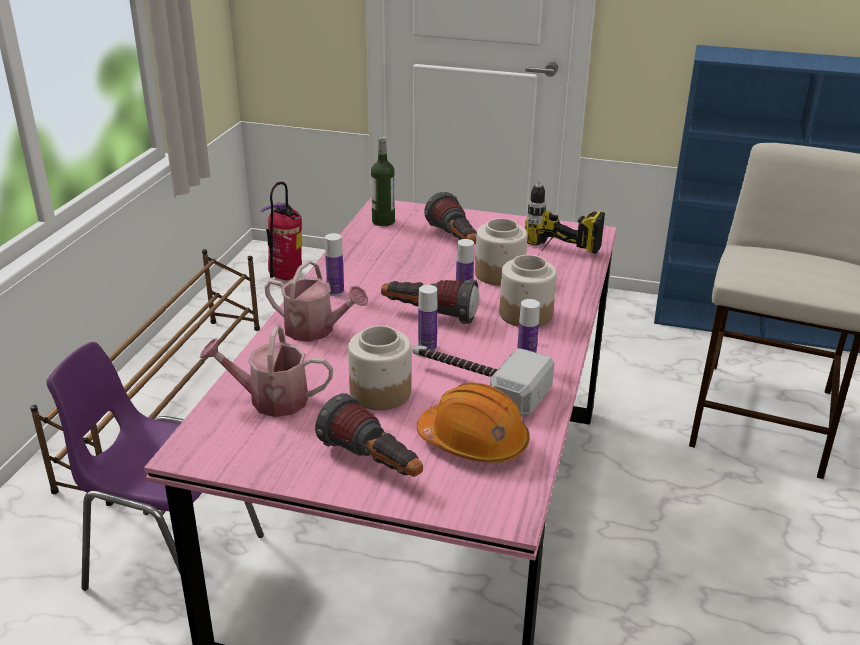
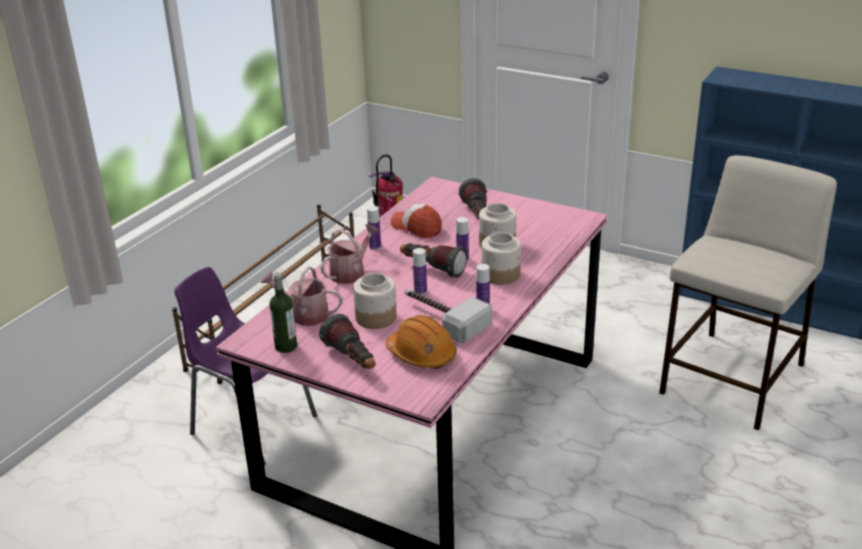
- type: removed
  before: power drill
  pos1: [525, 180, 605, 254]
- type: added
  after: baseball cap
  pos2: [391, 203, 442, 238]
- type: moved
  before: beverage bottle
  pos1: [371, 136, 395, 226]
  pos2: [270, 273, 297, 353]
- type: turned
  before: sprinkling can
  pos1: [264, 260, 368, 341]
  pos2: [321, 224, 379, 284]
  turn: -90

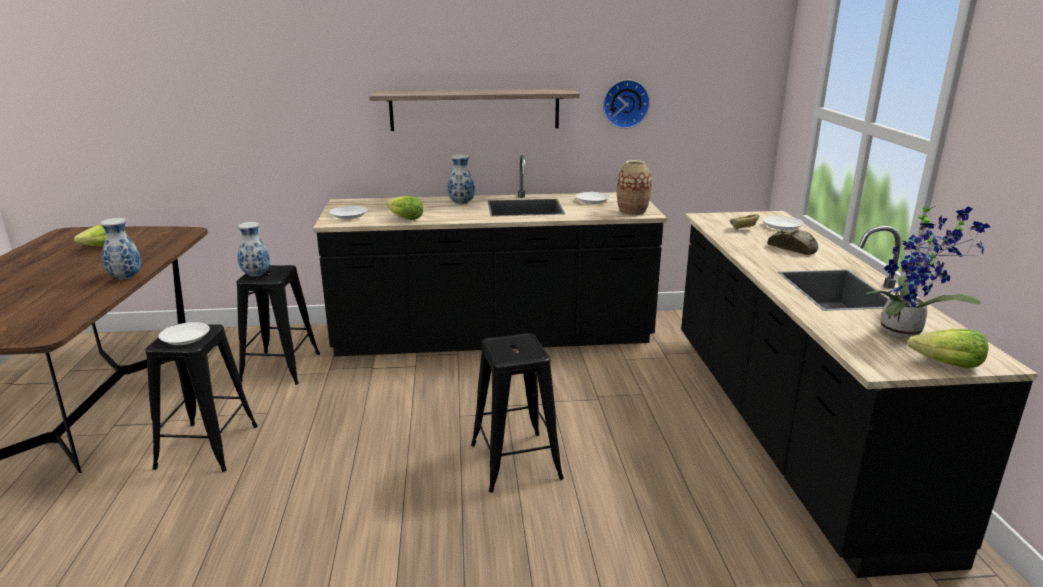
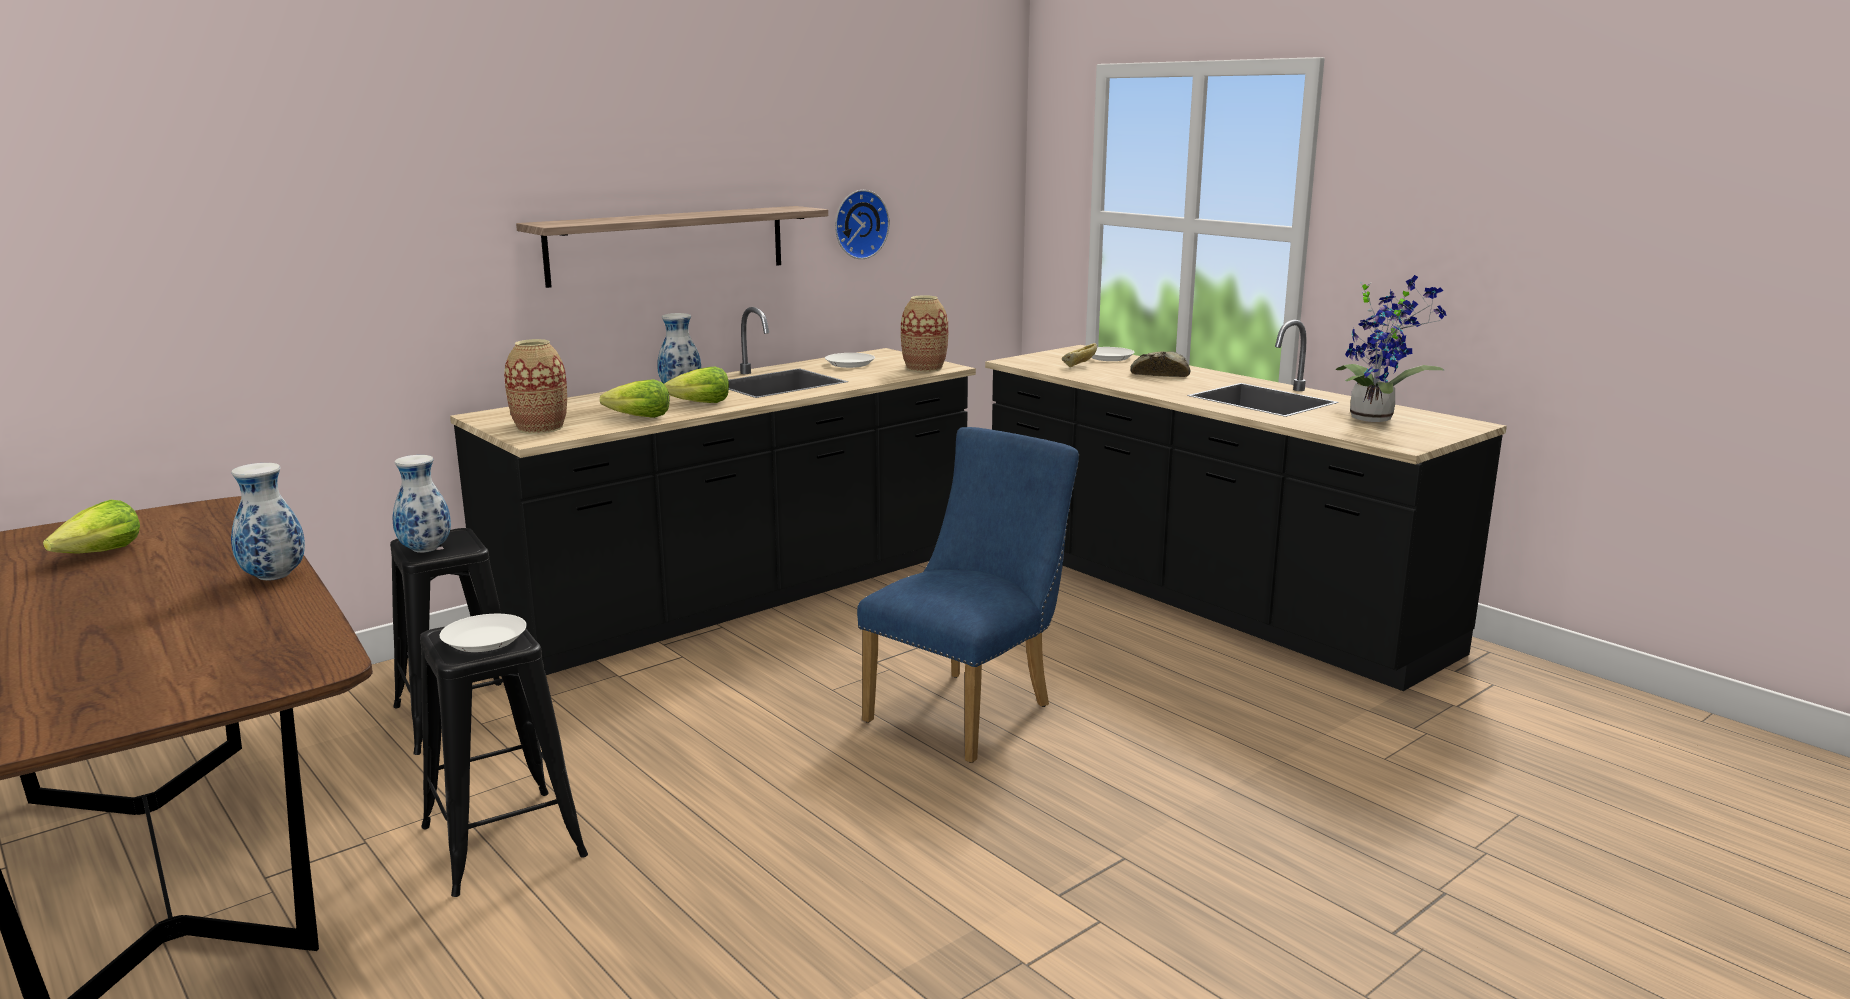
- type: moved
  before: head of lettuce
  pos1: [908, 329, 989, 368]
  pos2: [664, 367, 729, 403]
- type: replaced
  before: flat dish (white)
  after: decorative vase
  pos1: [330, 206, 367, 219]
  pos2: [504, 339, 567, 434]
- type: replaced
  before: stool (black-coloured)
  after: chair (bluish)
  pos1: [471, 333, 564, 493]
  pos2: [857, 427, 1079, 763]

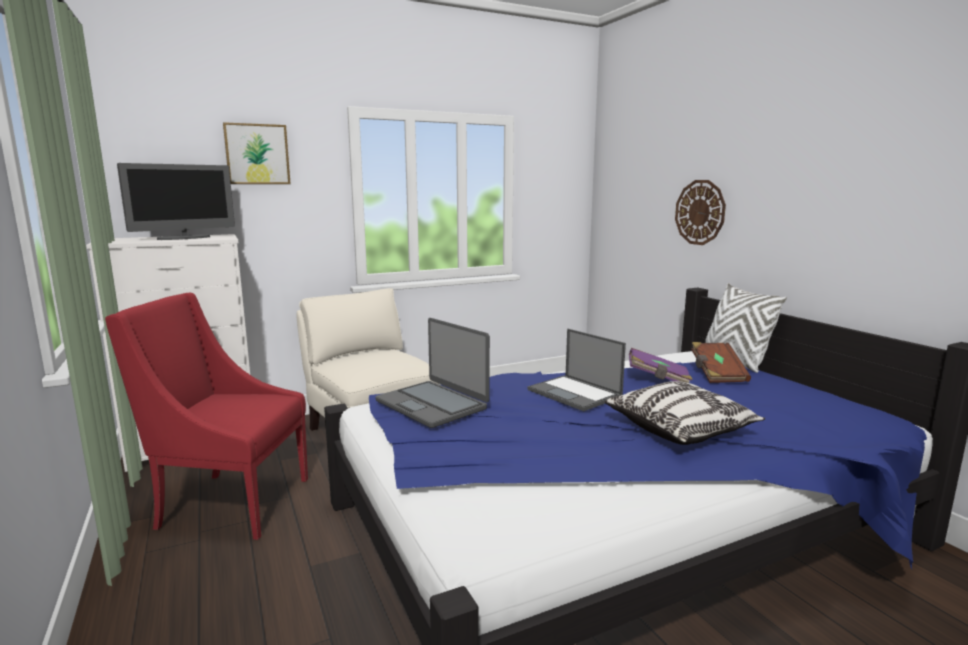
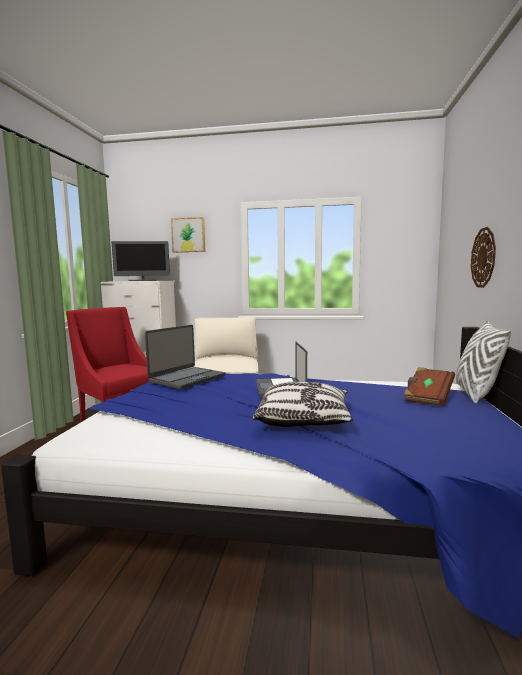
- type: removed
  before: bound book (purple-coloured)
  pos1: [629, 348, 692, 383]
- type: turned
  before: notebook computer
  pos1: [376, 318, 490, 428]
  pos2: [145, 325, 225, 389]
  turn: -135

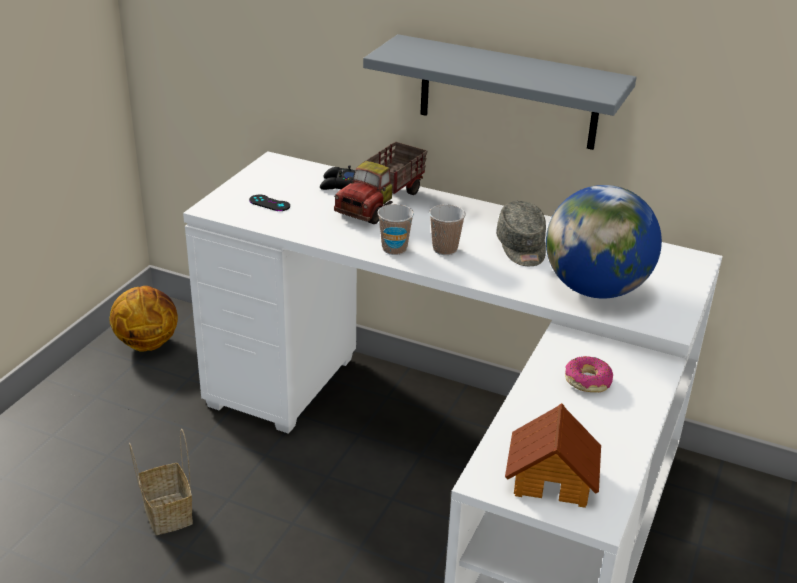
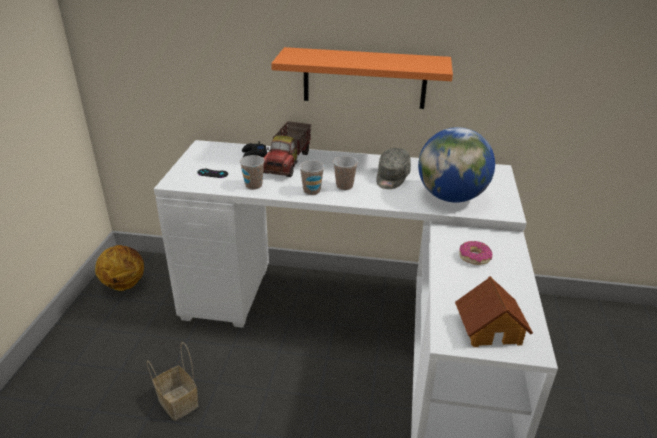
- type: added
  after: drinking cup
  pos2: [240, 155, 265, 190]
- type: recoloured
  before: bracket shelf (gray)
  after: bracket shelf (orange-coloured)
  pos1: [363, 34, 636, 150]
  pos2: [271, 47, 453, 109]
- type: turned
  before: baseball cap (gray)
  pos1: [496, 201, 546, 266]
  pos2: [376, 148, 411, 189]
  turn: 45

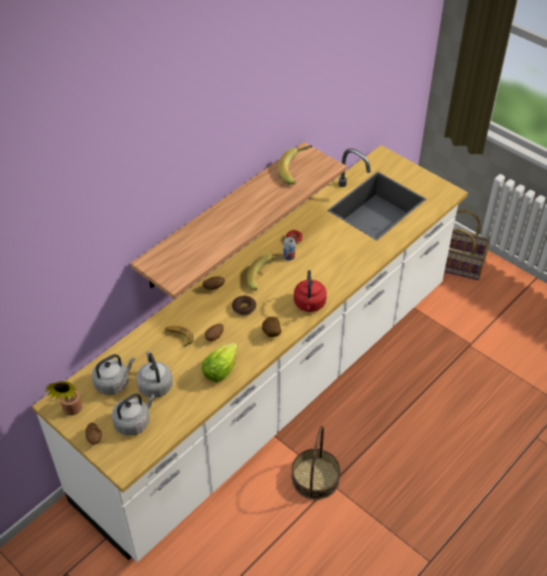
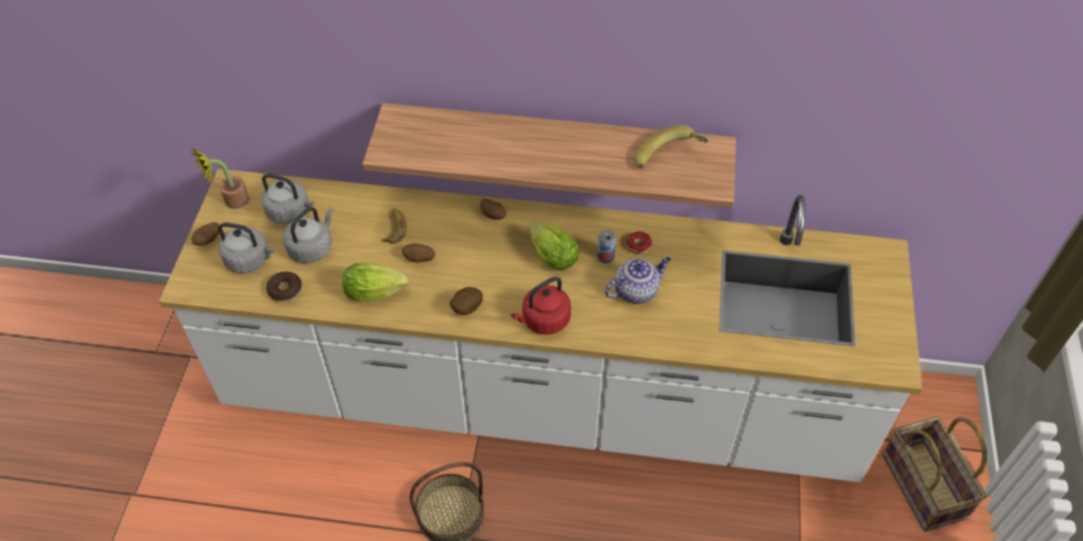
- type: added
  after: teapot
  pos2: [605, 257, 671, 304]
- type: moved
  before: ring doughnut
  pos1: [232, 295, 256, 316]
  pos2: [266, 272, 302, 302]
- type: replaced
  before: banana fruit
  after: head of lettuce
  pos1: [247, 254, 286, 291]
  pos2: [528, 221, 579, 270]

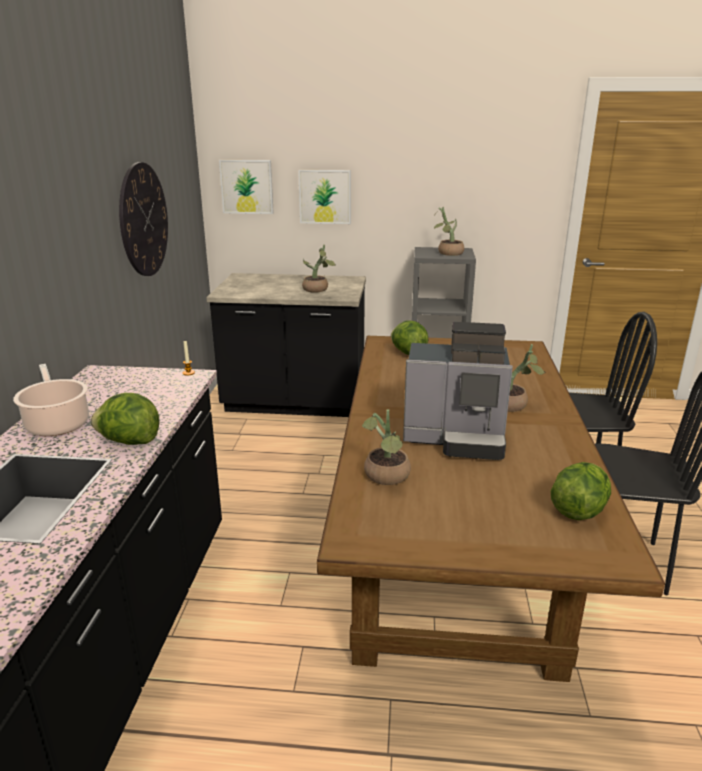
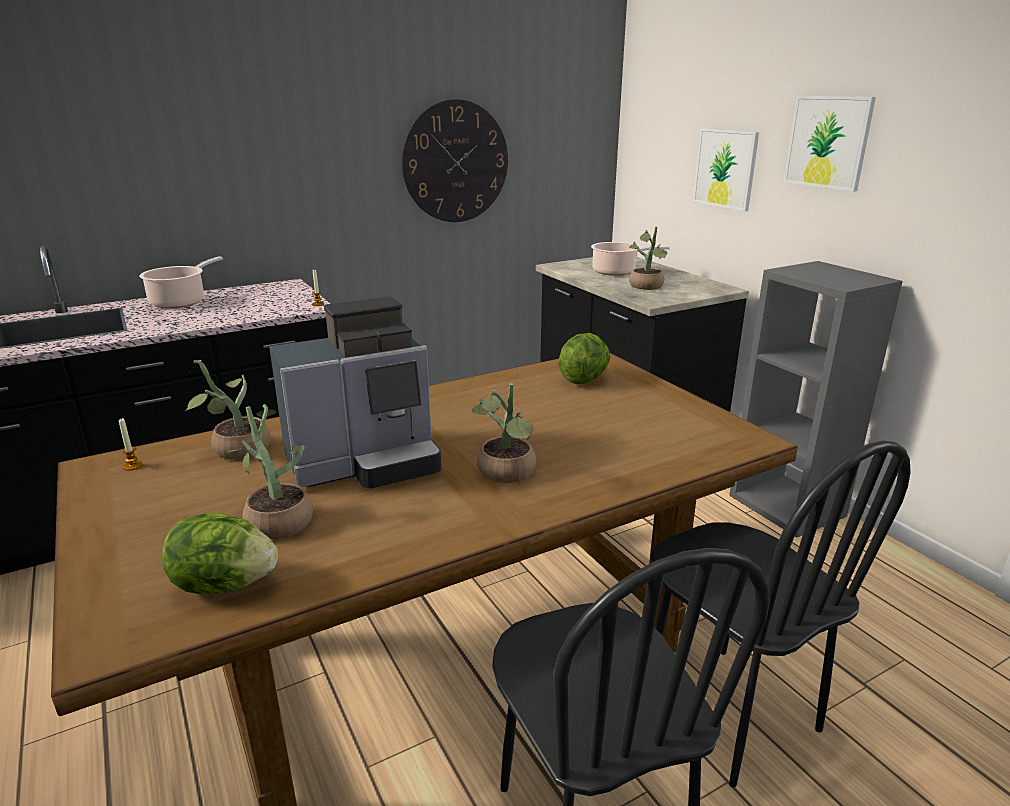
- type: removed
  before: head of lettuce
  pos1: [91, 393, 159, 445]
- type: added
  after: wax candle
  pos2: [119, 418, 143, 471]
- type: added
  after: cooking pot
  pos2: [591, 242, 670, 276]
- type: moved
  before: wall art
  pos1: [219, 160, 274, 214]
  pos2: [784, 96, 876, 192]
- type: moved
  before: houseplant
  pos1: [434, 207, 464, 256]
  pos2: [228, 404, 314, 539]
- type: turned
  before: coffee maker
  pos1: [403, 322, 513, 460]
  pos2: [269, 297, 441, 489]
  turn: -90

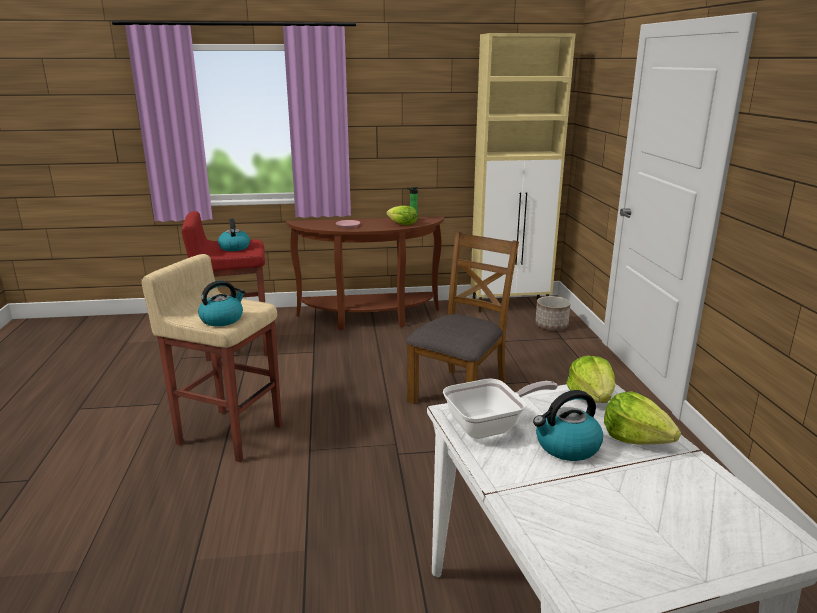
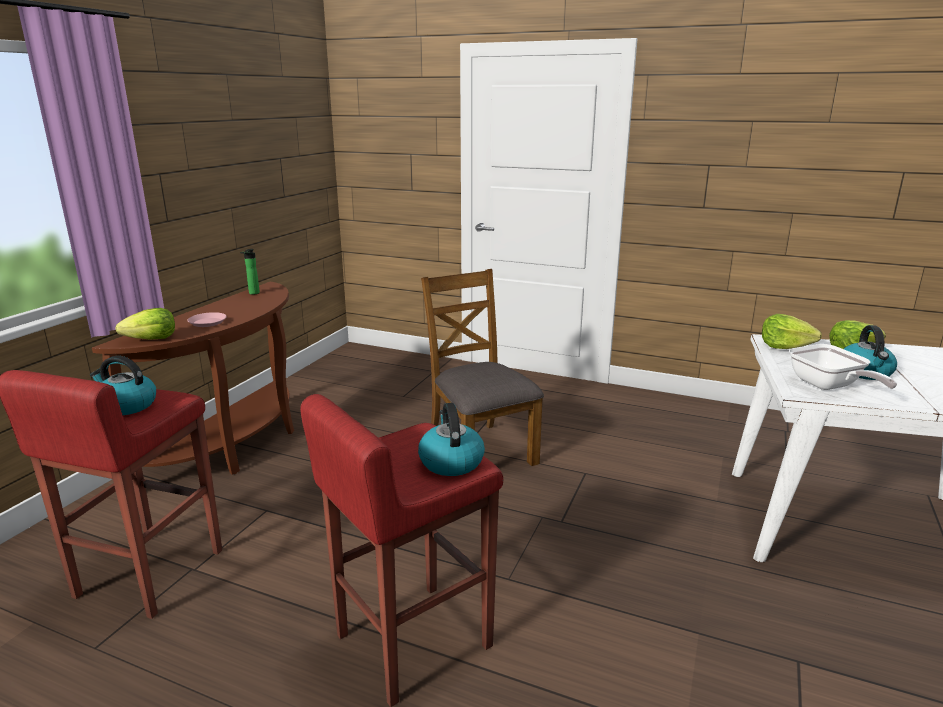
- type: removed
  before: storage cabinet (sand-coloured)
  pos1: [471, 33, 576, 313]
- type: removed
  before: plant pot
  pos1: [535, 296, 571, 330]
- type: moved
  before: head of lettuce
  pos1: [386, 206, 417, 226]
  pos2: [116, 308, 175, 340]
- type: recoloured
  before: stool (sand-coloured)
  after: stool (red)
  pos1: [141, 254, 282, 462]
  pos2: [300, 394, 503, 707]
- type: turned
  before: frying pan
  pos1: [443, 378, 558, 439]
  pos2: [789, 344, 897, 390]
  turn: 150

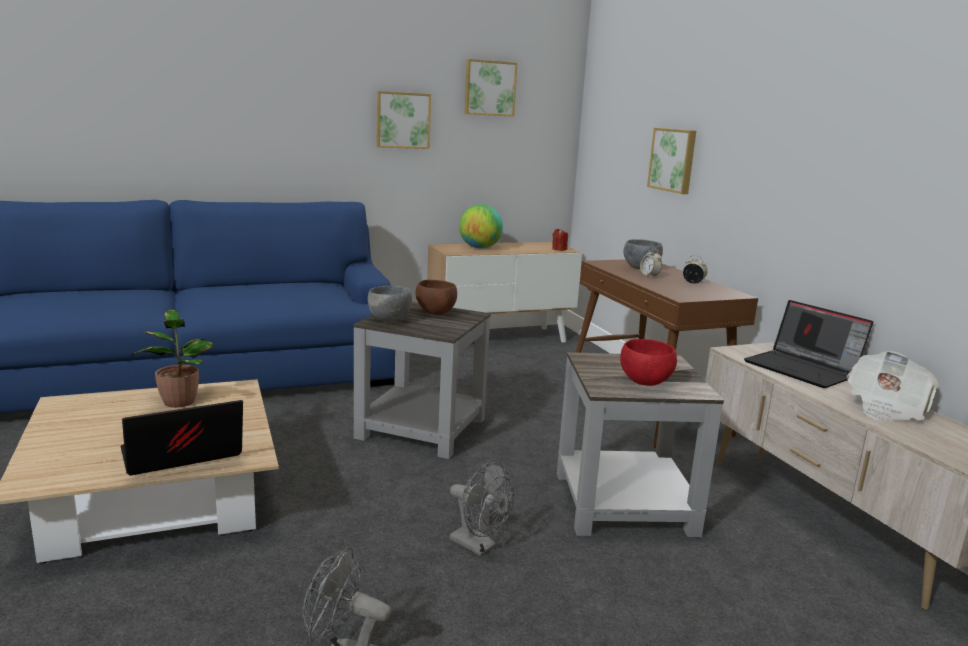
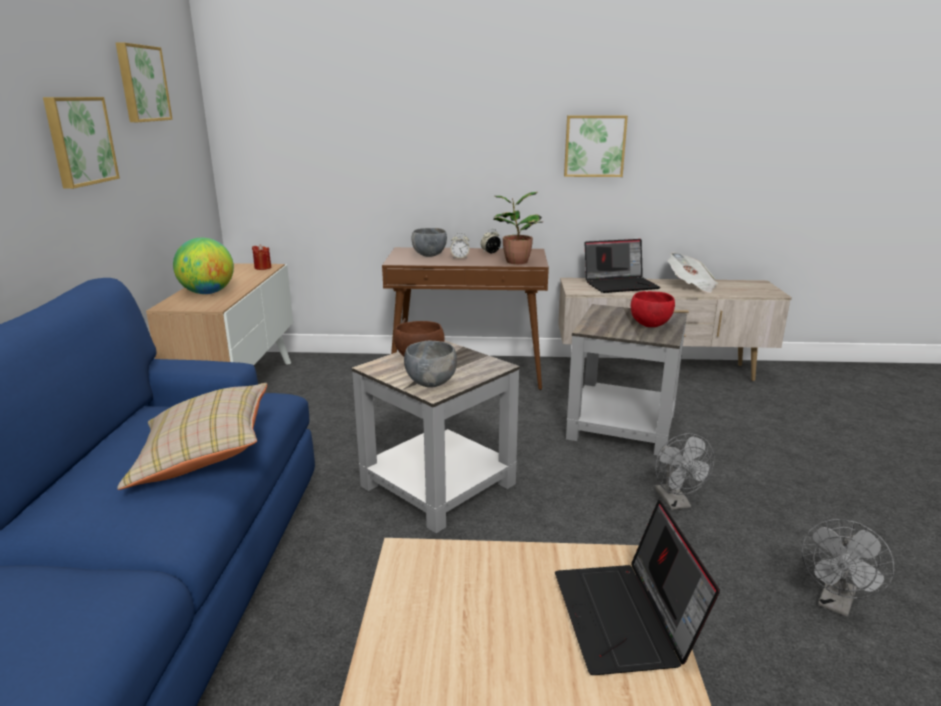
- type: added
  after: cushion (sand-coloured)
  pos2: [117, 383, 267, 490]
- type: moved
  before: houseplant
  pos1: [131, 309, 215, 408]
  pos2: [494, 192, 543, 264]
- type: moved
  before: wall art
  pos1: [647, 128, 696, 194]
  pos2: [564, 115, 628, 177]
- type: turned
  before: cooling fan (gray)
  pos1: [450, 462, 514, 556]
  pos2: [655, 433, 715, 510]
  turn: 105

